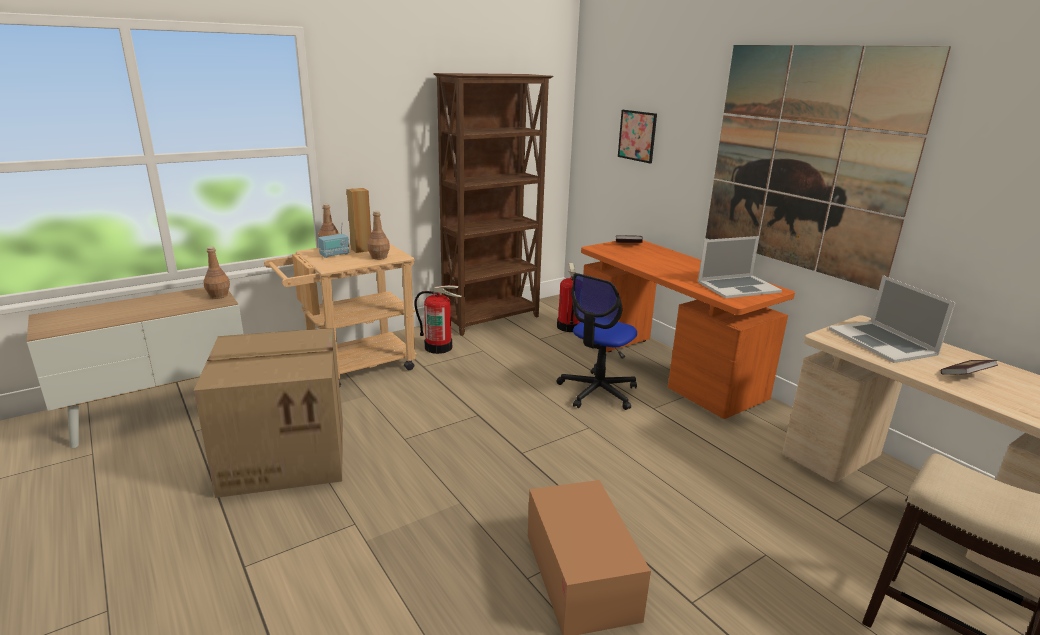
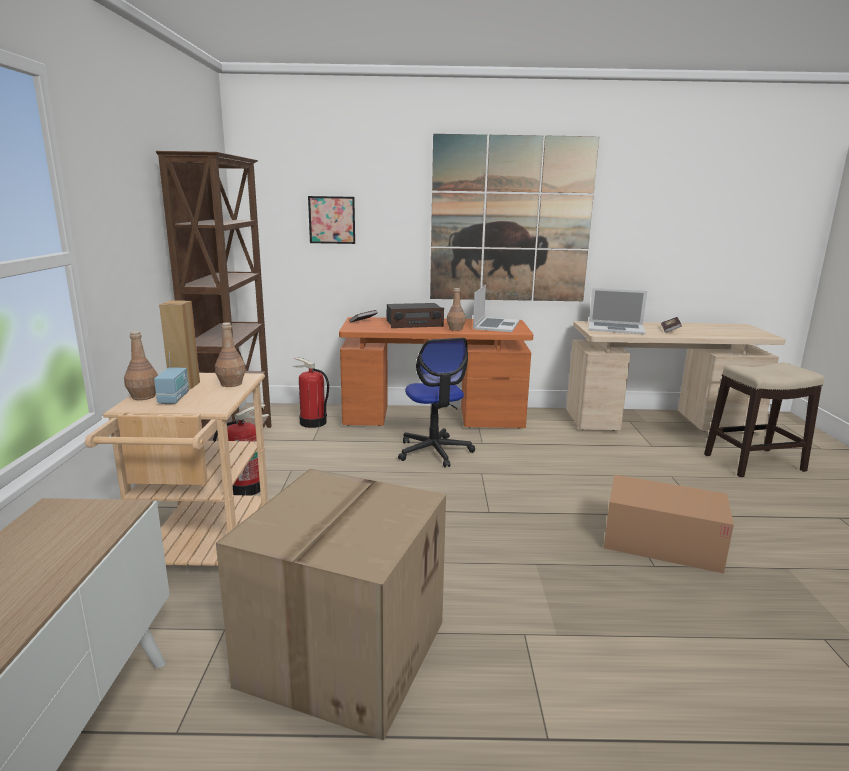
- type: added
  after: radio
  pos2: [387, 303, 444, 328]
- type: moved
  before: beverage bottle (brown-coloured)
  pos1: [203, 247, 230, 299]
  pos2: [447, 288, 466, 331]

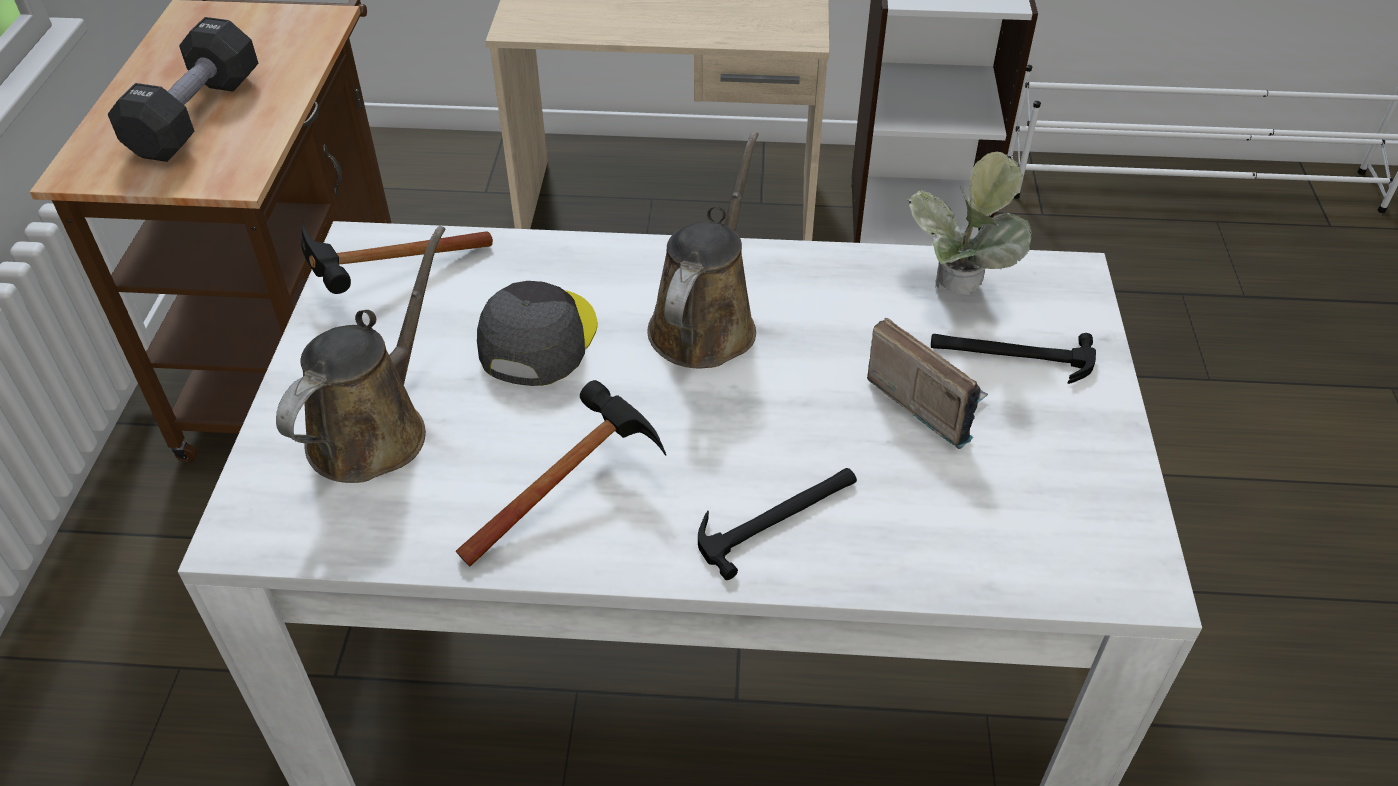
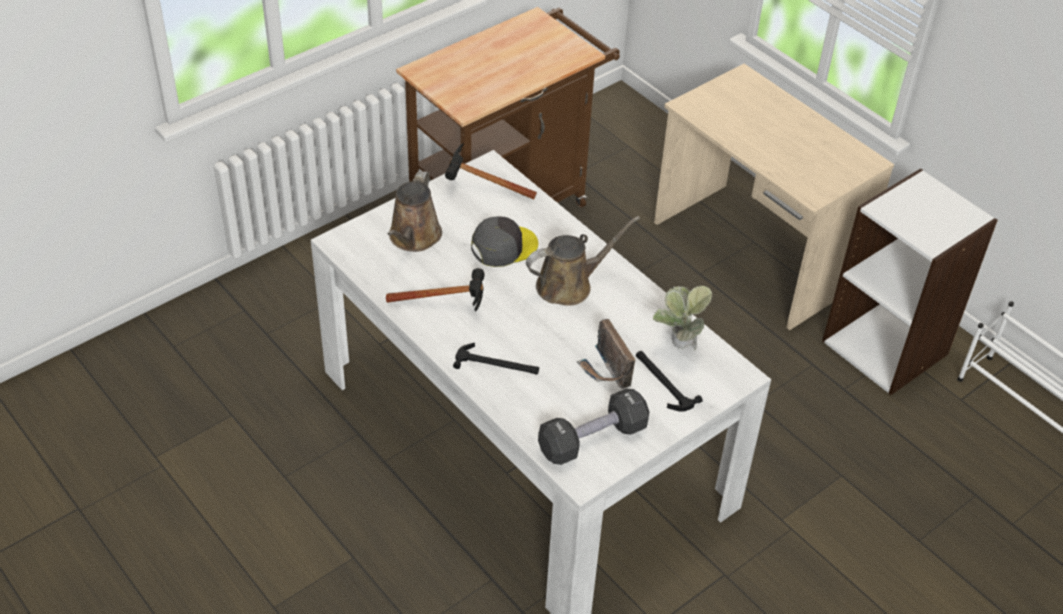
- type: moved
  before: free weight (black-coloured)
  pos1: [108, 17, 258, 162]
  pos2: [538, 389, 649, 465]
- type: turned
  before: sprinkling can (brown-coloured)
  pos1: [276, 226, 446, 483]
  pos2: [387, 171, 442, 252]
  turn: 120
- type: turned
  before: radio
  pos1: [867, 318, 988, 449]
  pos2: [577, 319, 635, 389]
  turn: 150

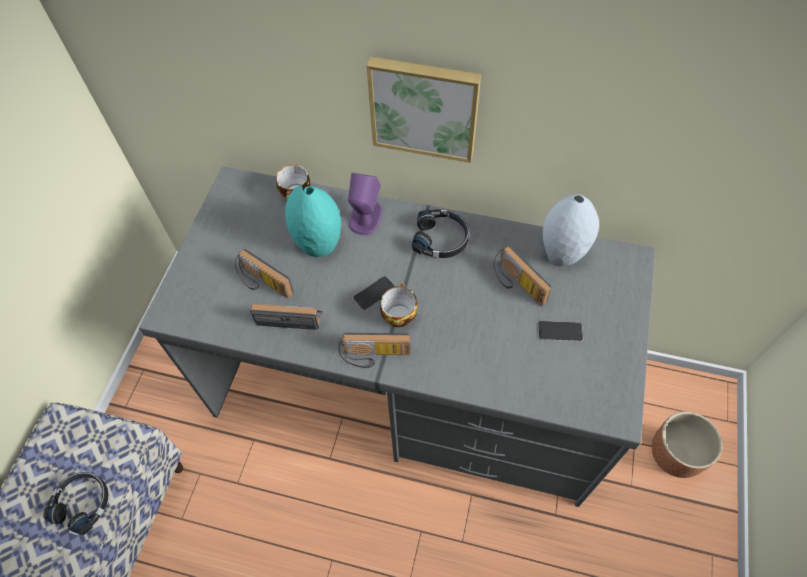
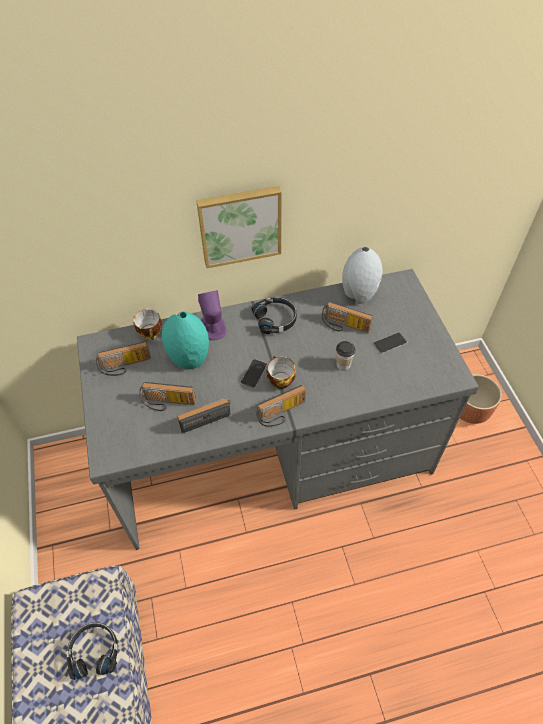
- type: added
  after: radio
  pos2: [96, 342, 151, 376]
- type: added
  after: drinking cup
  pos2: [336, 341, 355, 371]

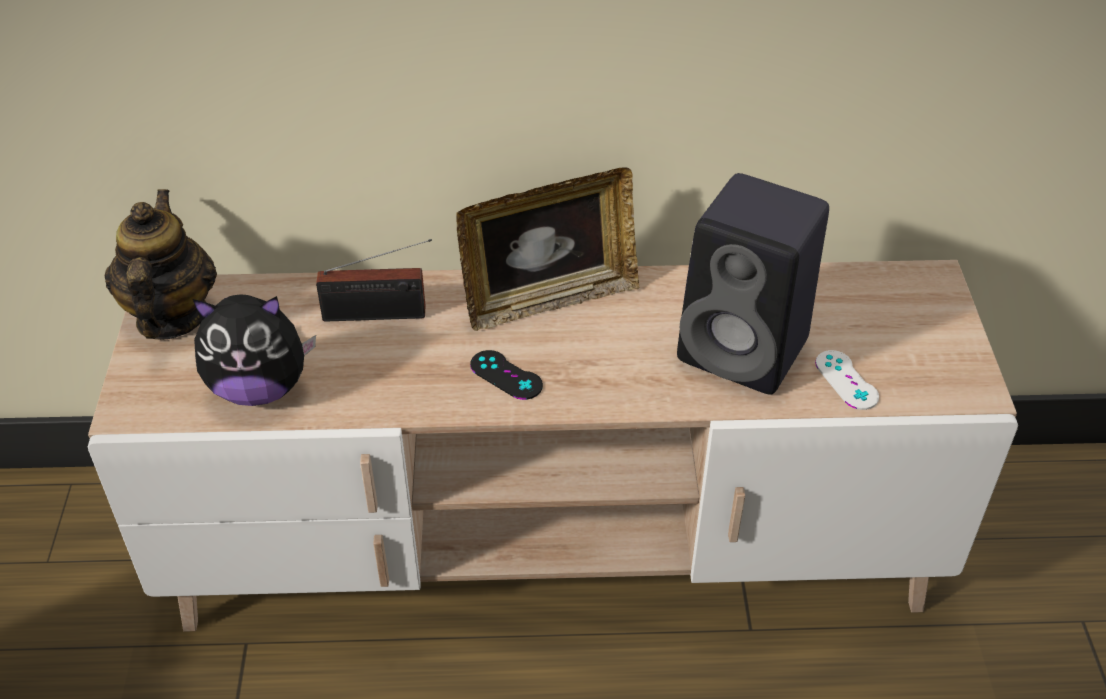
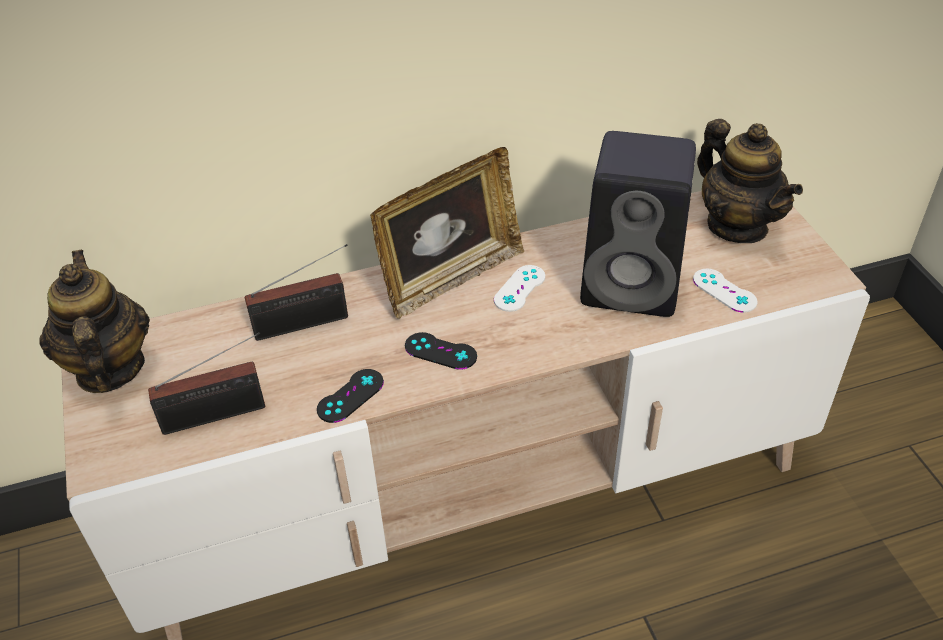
- type: added
  after: joypad (black-coloured)
  pos2: [317, 369, 384, 423]
- type: added
  after: joypad (white)
  pos2: [494, 265, 545, 312]
- type: added
  after: teapot
  pos2: [697, 119, 803, 243]
- type: replaced
  before: plush toy
  after: radio
  pos1: [193, 294, 316, 406]
  pos2: [148, 332, 265, 435]

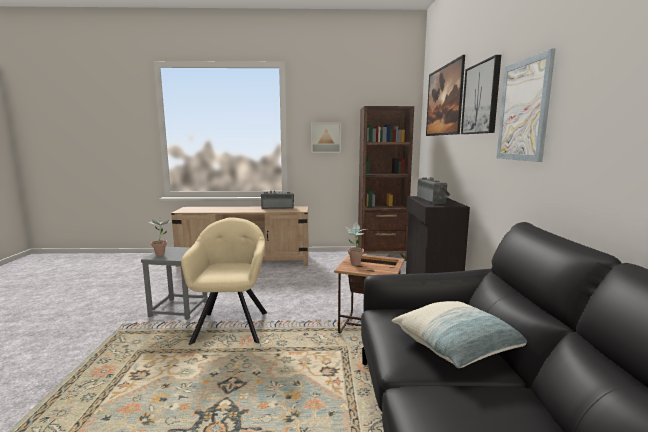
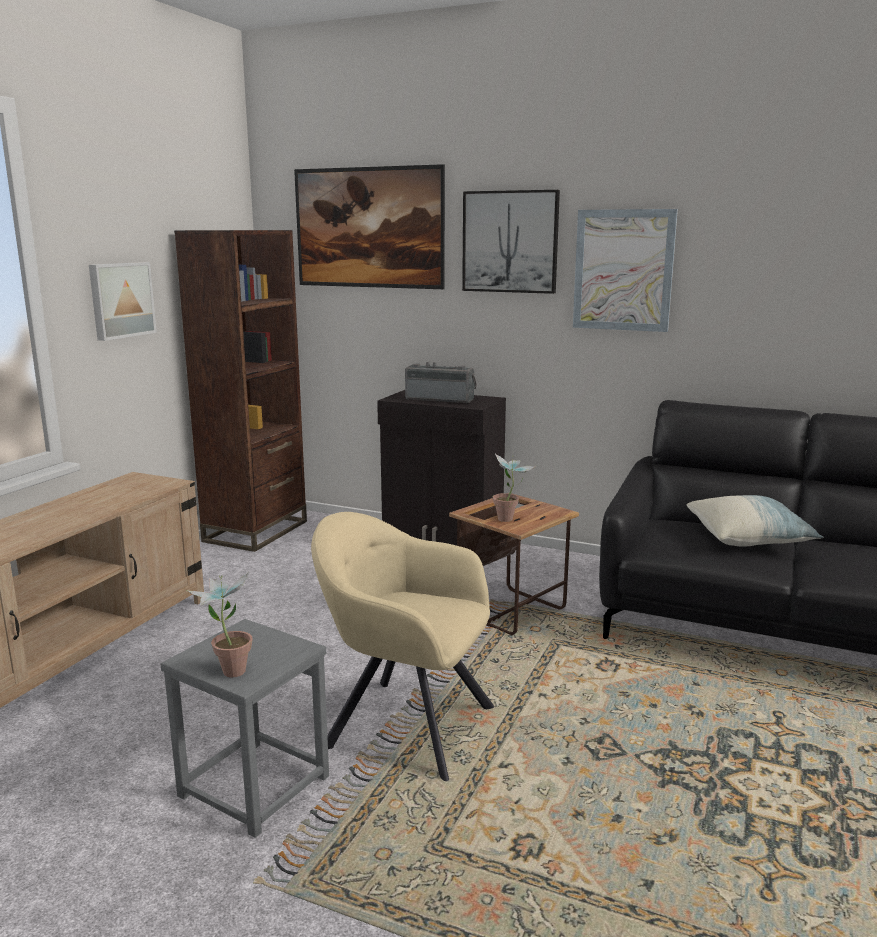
- type: removed
  before: radio
  pos1: [261, 191, 294, 209]

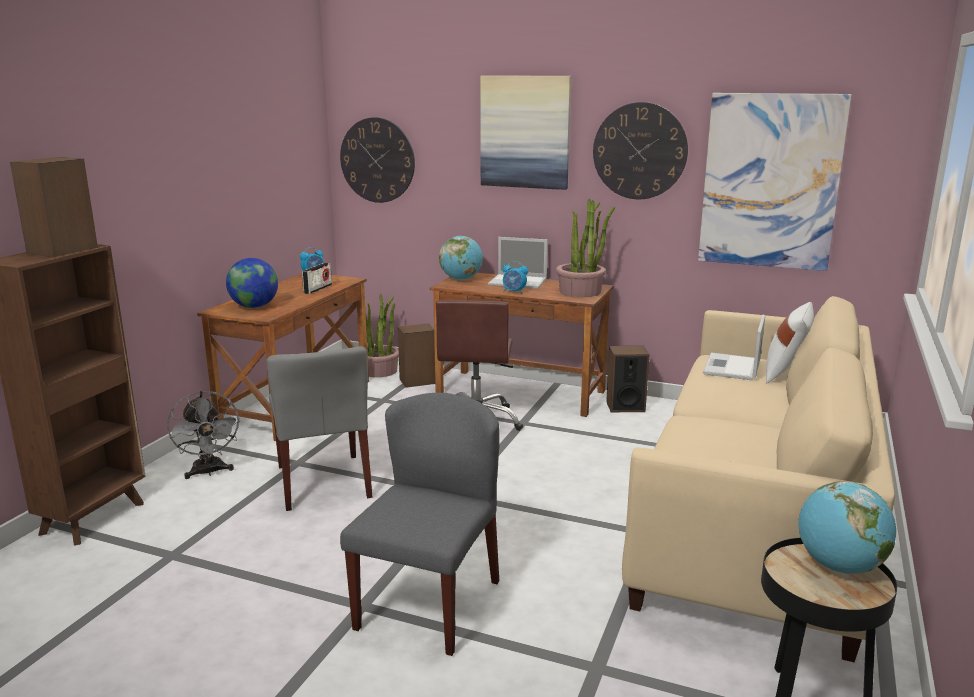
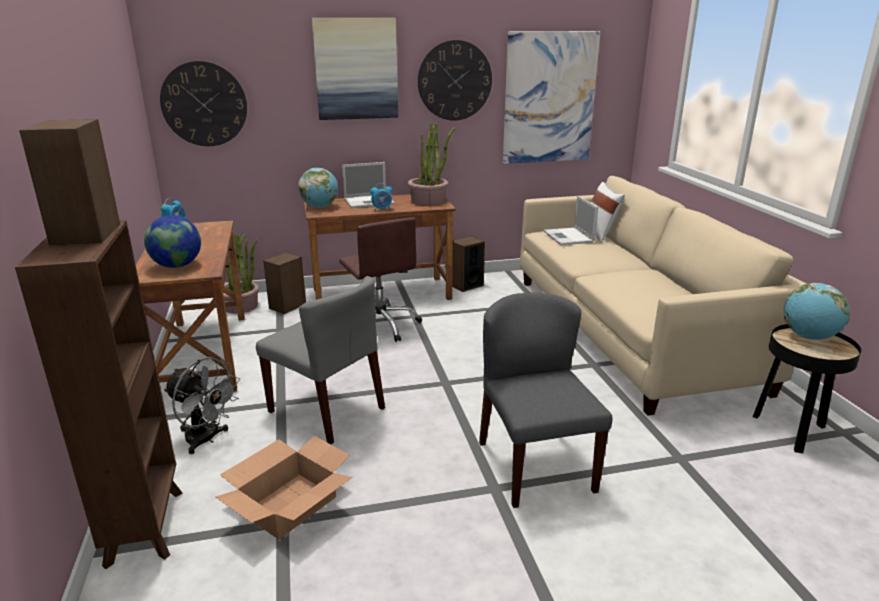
- type: removed
  before: radio
  pos1: [302, 263, 332, 294]
- type: added
  after: cardboard box
  pos2: [216, 436, 352, 539]

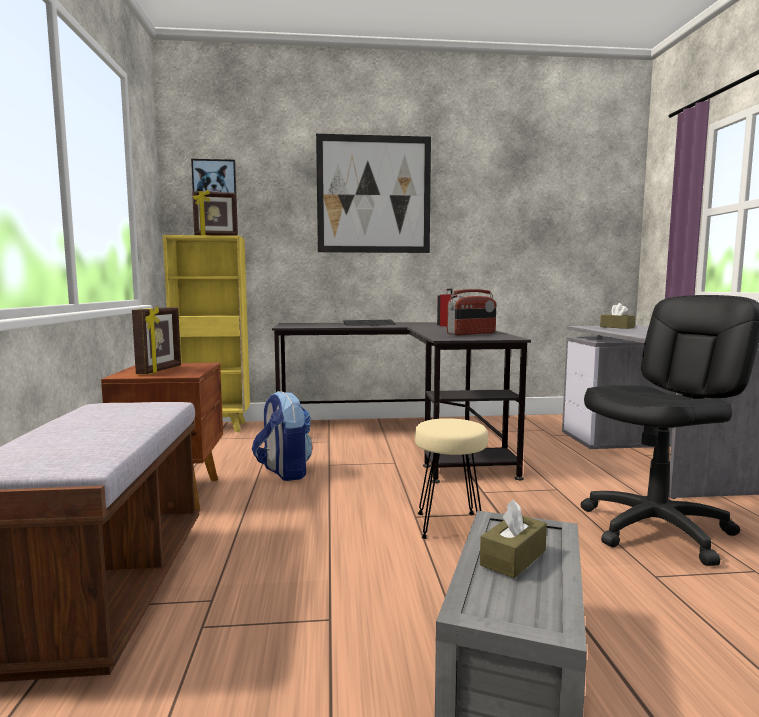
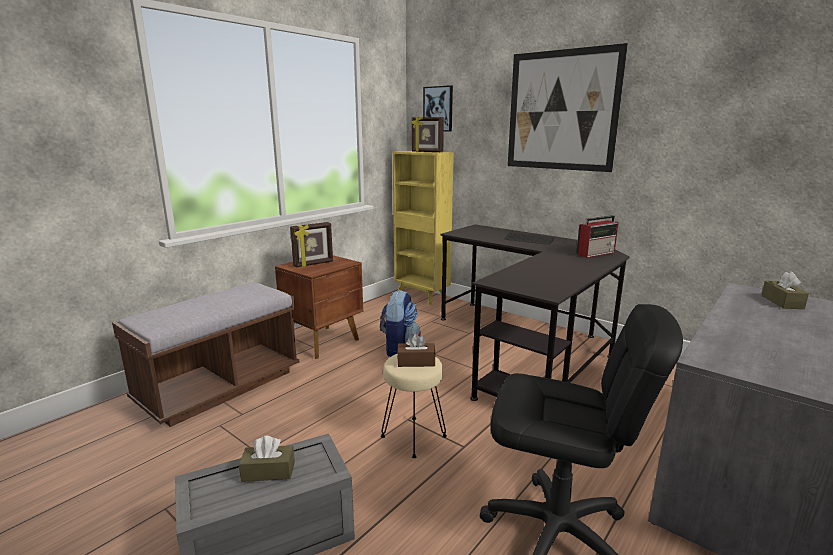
- type: removed
  before: radio
  pos1: [447, 289, 496, 335]
- type: added
  after: box of tissues (brown-coloured)
  pos2: [397, 334, 436, 367]

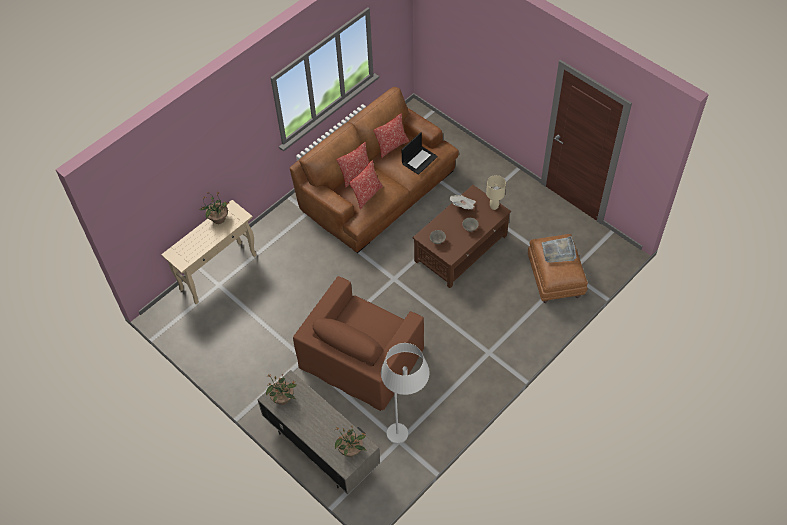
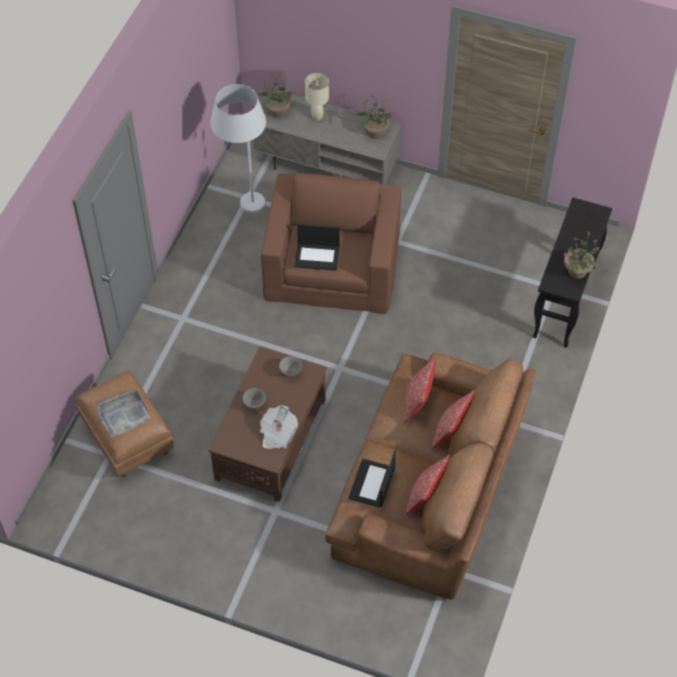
- type: added
  after: notebook computer
  pos2: [294, 224, 340, 271]
- type: moved
  before: tabletop lamp (sand-coloured)
  pos1: [486, 175, 506, 210]
  pos2: [305, 73, 329, 121]
- type: recoloured
  before: narrow table (sand-coloured)
  after: narrow table (black-coloured)
  pos1: [161, 200, 257, 304]
  pos2: [532, 197, 612, 348]

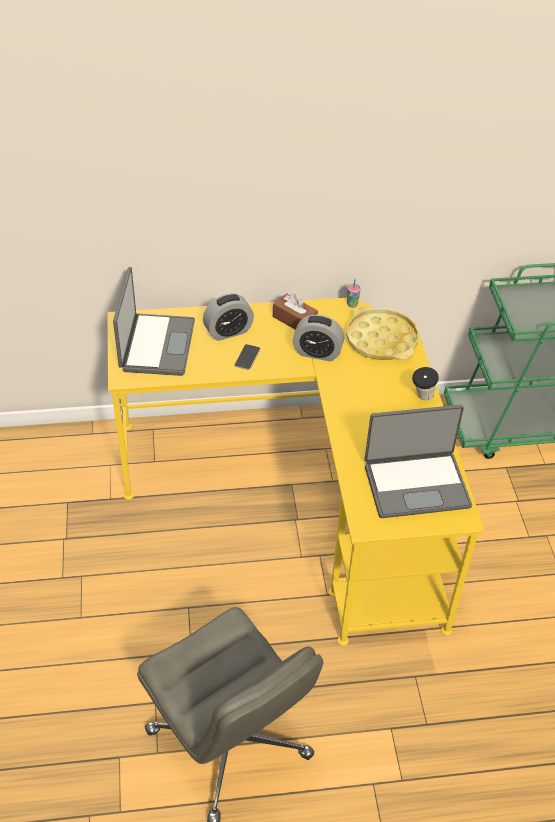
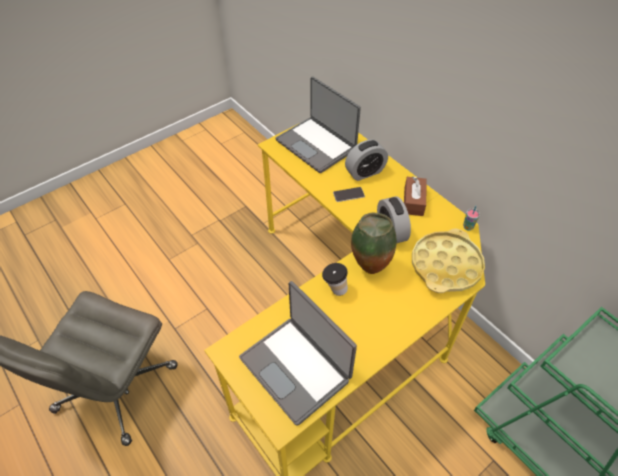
- type: added
  after: decorative vase
  pos2: [351, 213, 397, 274]
- type: moved
  before: drinking cup
  pos1: [412, 367, 439, 400]
  pos2: [322, 263, 348, 296]
- type: turned
  before: notebook computer
  pos1: [113, 267, 195, 376]
  pos2: [275, 77, 361, 173]
  turn: 75
- type: turned
  before: bedside clock
  pos1: [203, 293, 254, 341]
  pos2: [345, 139, 388, 181]
  turn: -60

